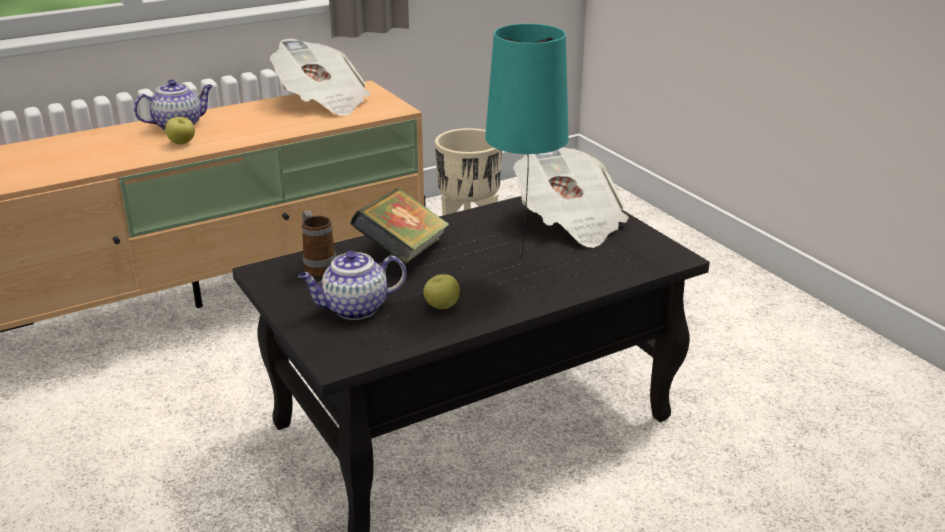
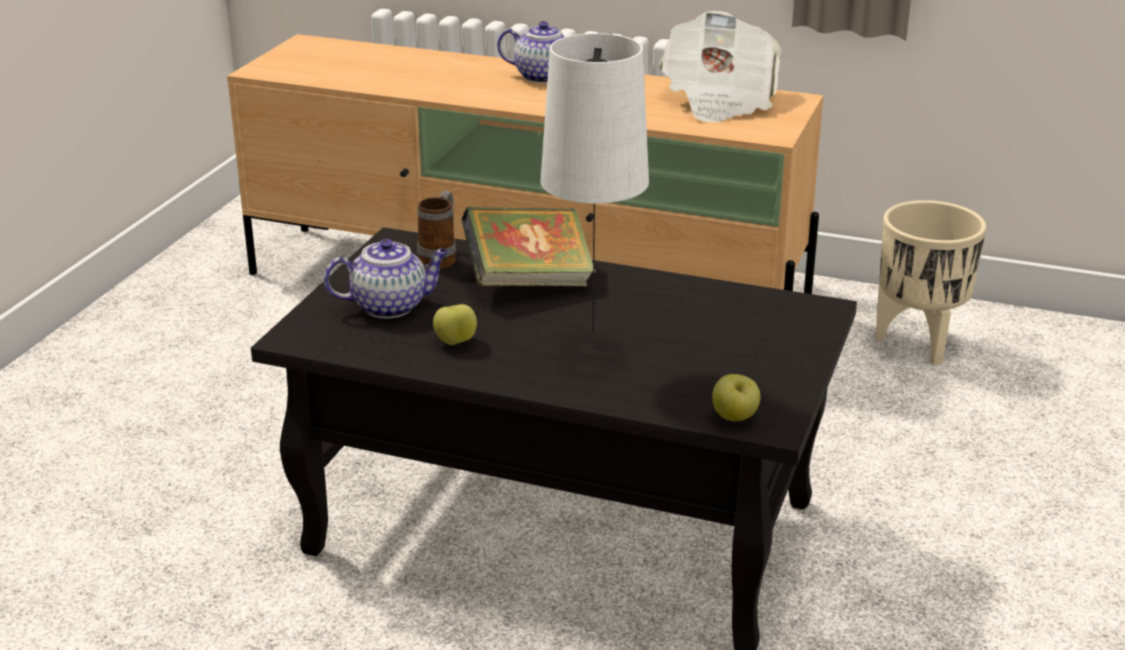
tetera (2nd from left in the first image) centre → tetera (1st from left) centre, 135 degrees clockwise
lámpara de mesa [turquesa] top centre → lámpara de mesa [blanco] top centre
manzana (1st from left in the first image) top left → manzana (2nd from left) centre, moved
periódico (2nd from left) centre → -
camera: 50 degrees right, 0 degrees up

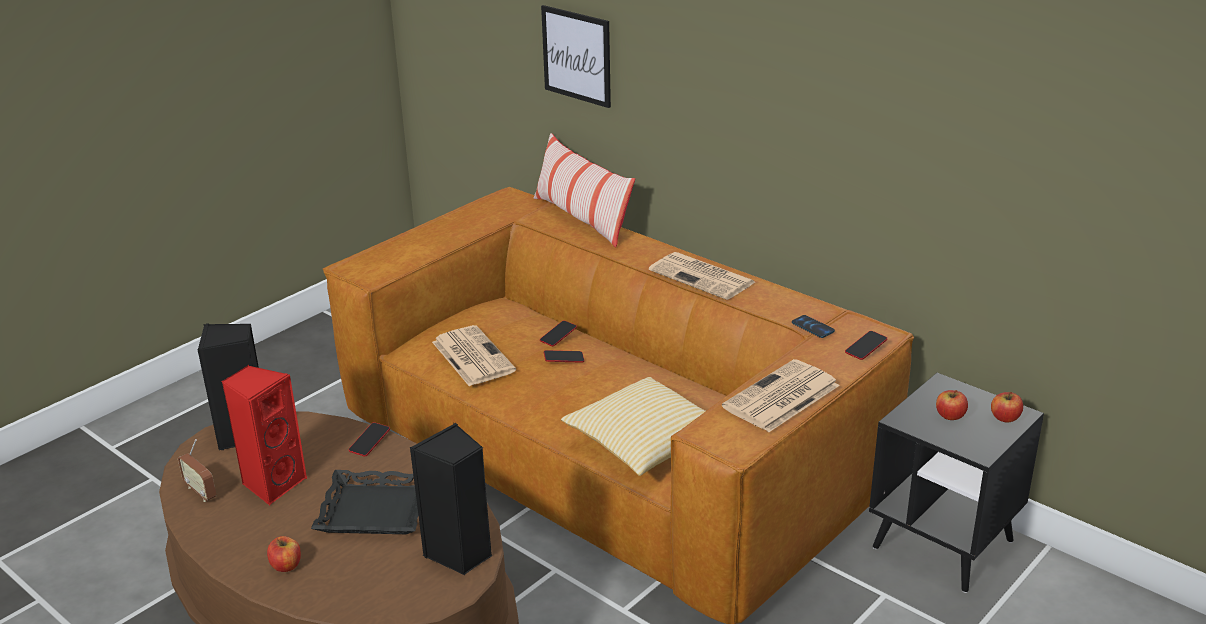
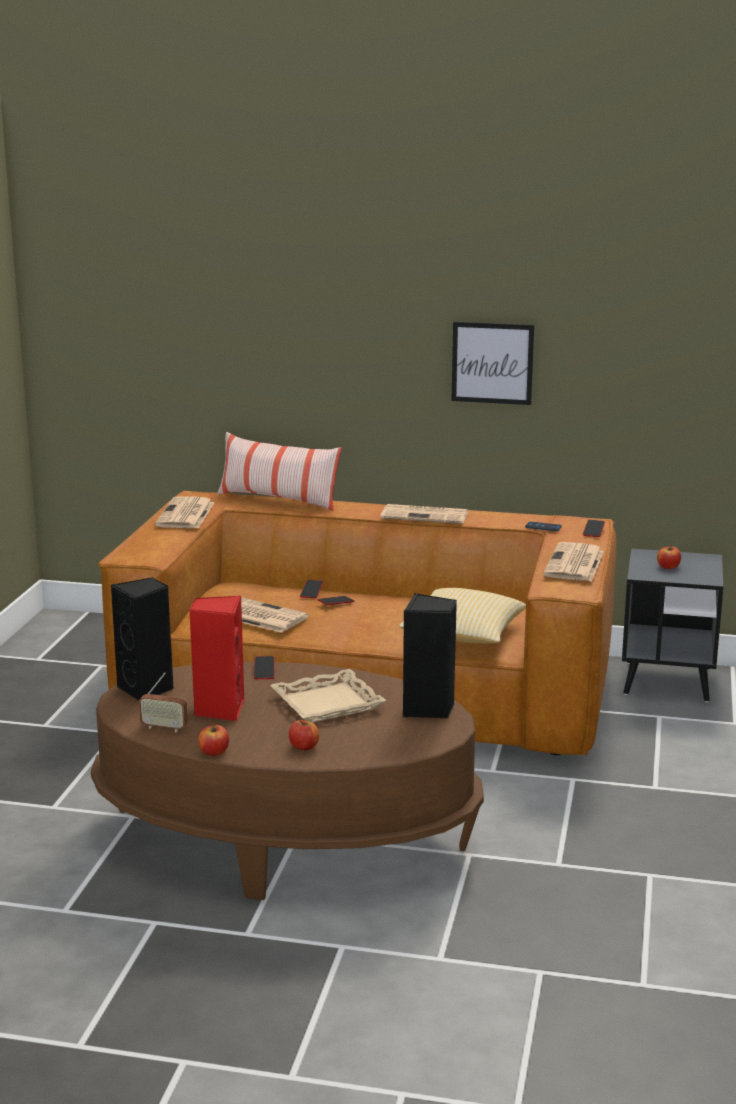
- → periódico (1st from left) middle left
manzana (3rd from left in the first image) middle right → manzana (1st from left) bottom left, moved
bandeja [negro] bottom left → bandeja [beis] centre
cuadro top centre → cuadro top right, moved
camera: 30 degrees left, 10 degrees down

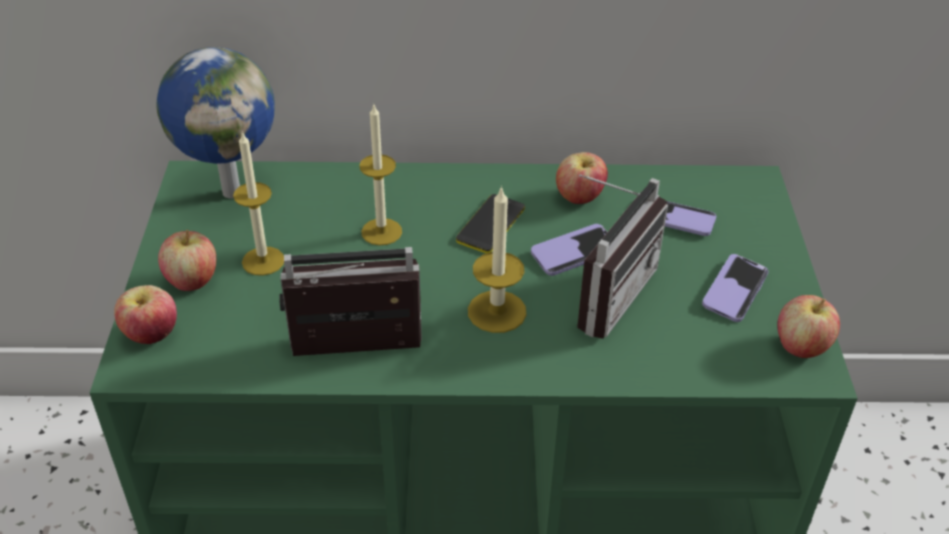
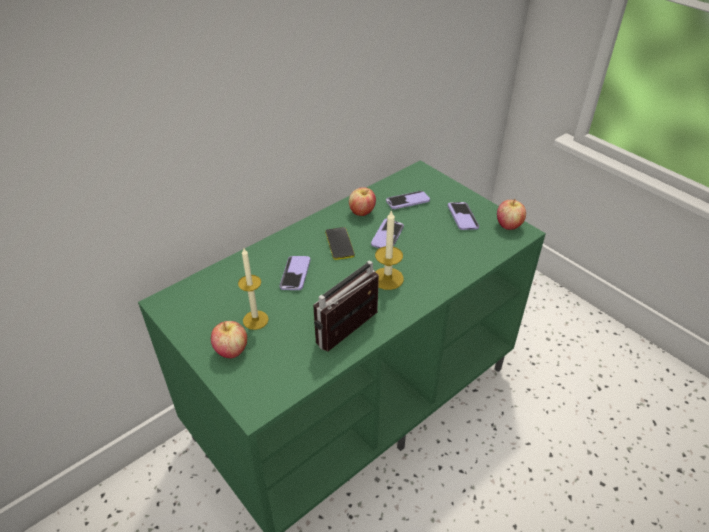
vela (2nd from left) top centre → móvil (1st from left) centre
manzana (1st from left) middle left → -
globo terráqueo top left → -
radio (2nd from left) centre → -
camera: 40 degrees left, 0 degrees up

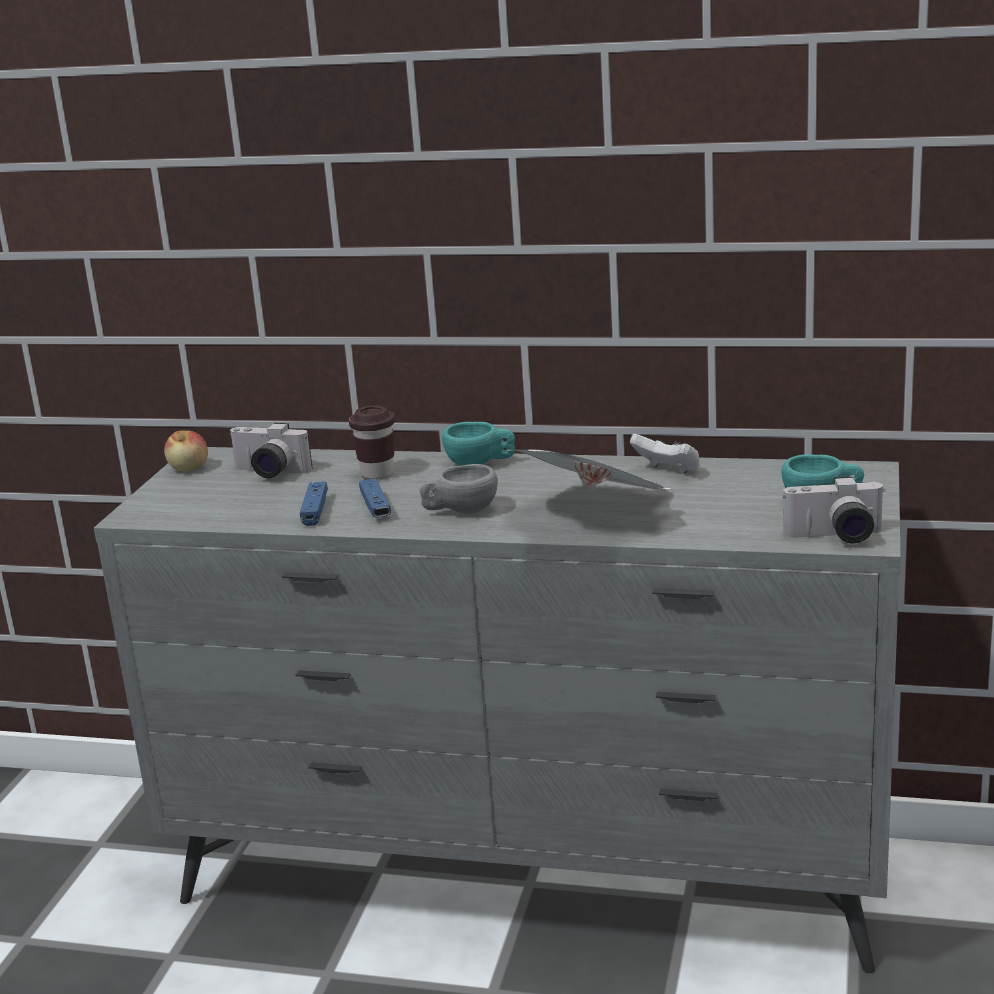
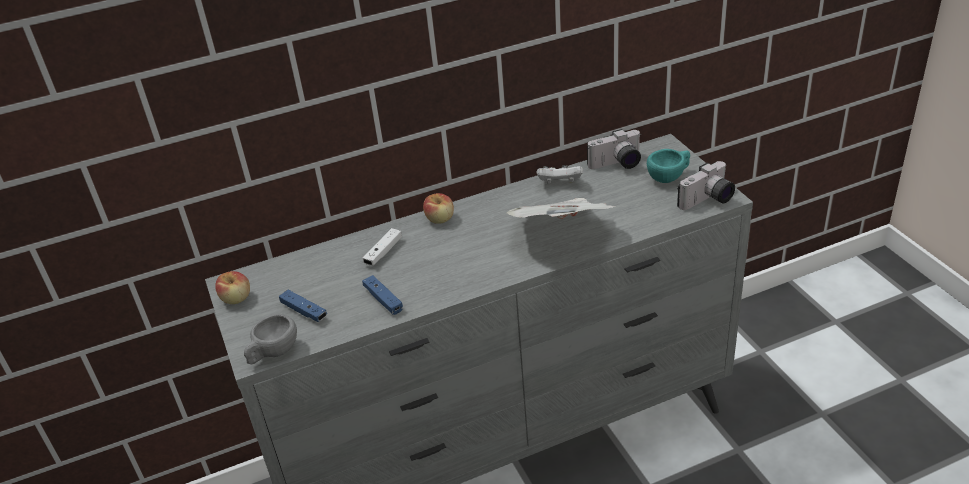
taza [gris] centre → taza [gris] bottom left, moved
mando de consola [azul] (2nd from left in the first image) centre → mando de consola [azul] (1st from left) middle left, moved
taza [marrón] centre → mando de consola [blanco] (1st from left) centre
taza [turquesa] (1st from left) centre → manzana (2nd from left) centre
cámara (1st from left) middle left → cámara (1st from left) top centre, moved
camera: 35 degrees left, 15 degrees up

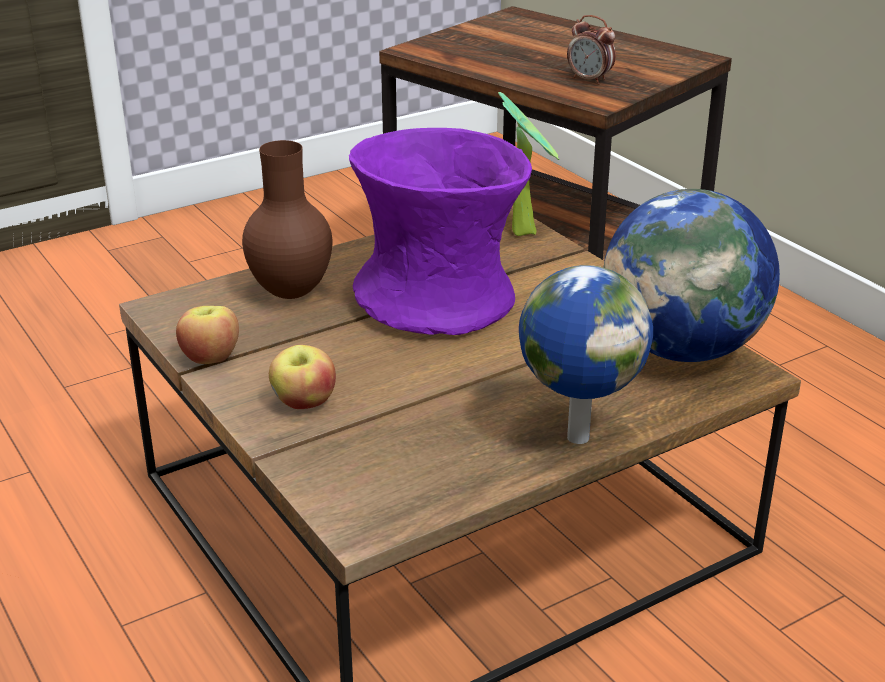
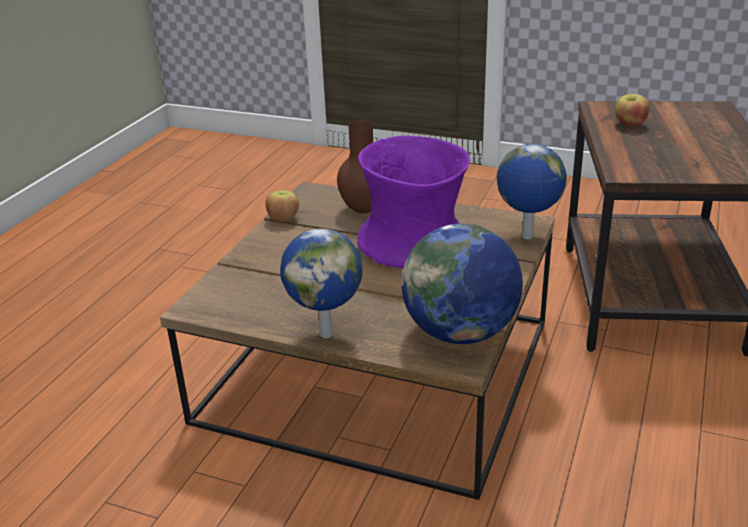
planta en maceta top centre → globo terráqueo (3rd from left) middle right
manzana (2nd from left) centre → manzana (2nd from left) top right, moved
despertador top right → -
camera: 55 degrees right, 0 degrees up

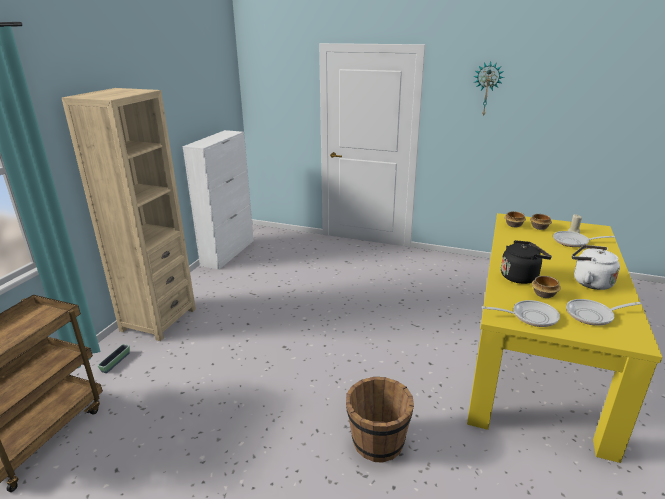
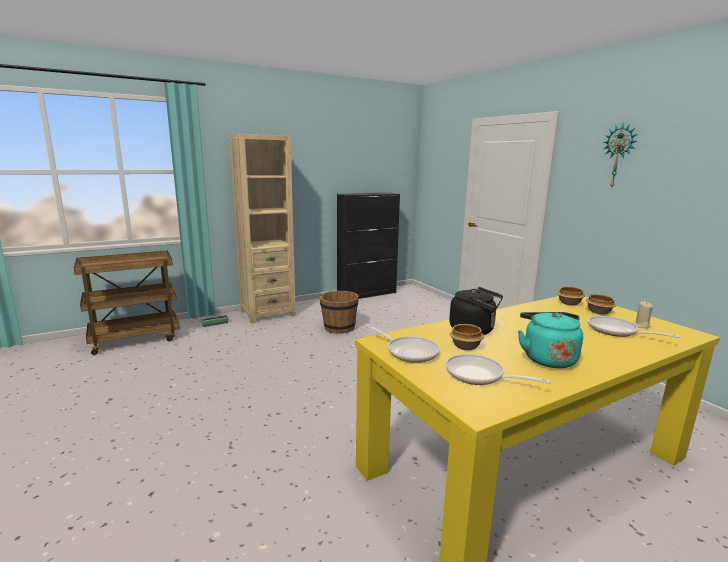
cubo [marrón] bottom centre → cubo [marrón] centre, moved
armario [blanco] middle left → armario [negro] centre
hervidor [blanco] middle right → hervidor [turquesa] middle right
camera: 40 degrees right, 10 degrees down

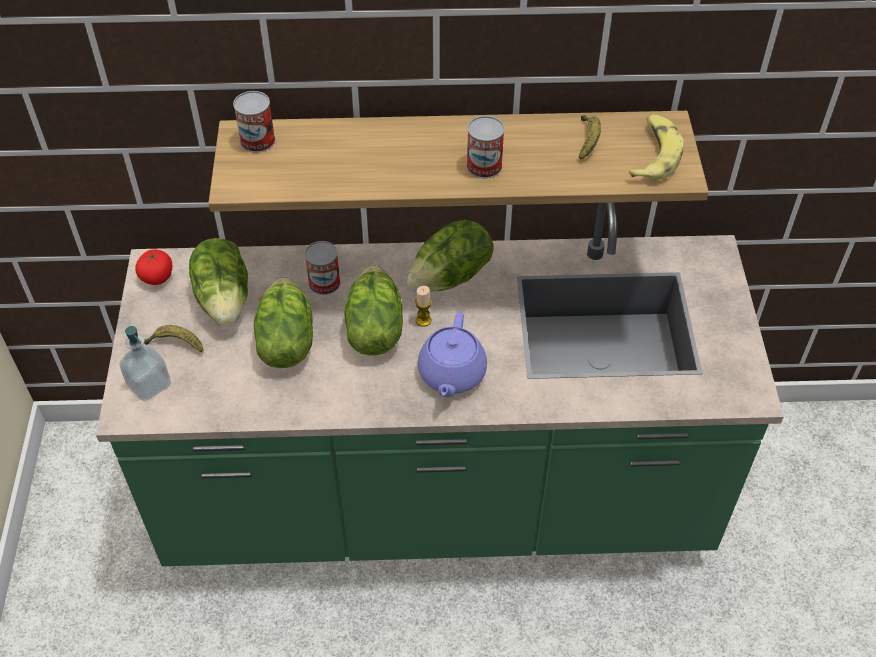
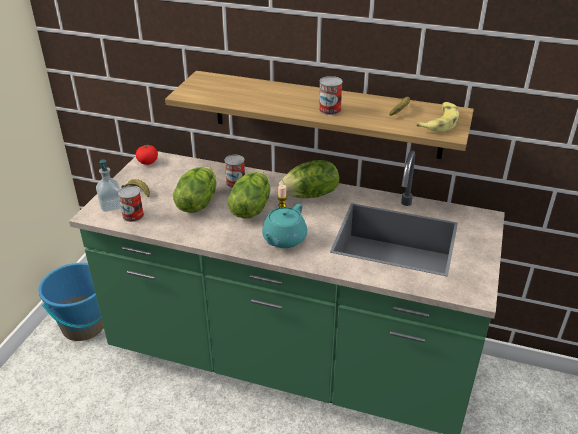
- → cubo [azul] bottom left
lata (1st from left) top left → lata (1st from left) middle left, moved
tetera [morado] centre → tetera [turquesa] centre
lechuga (1st from left) middle left → -
camera: 20 degrees right, 15 degrees down

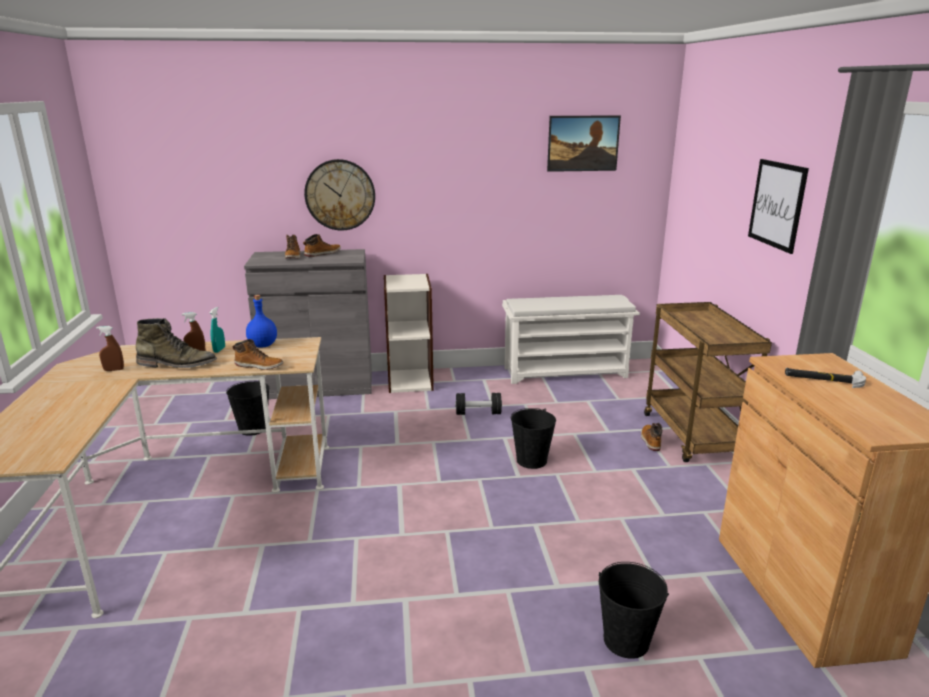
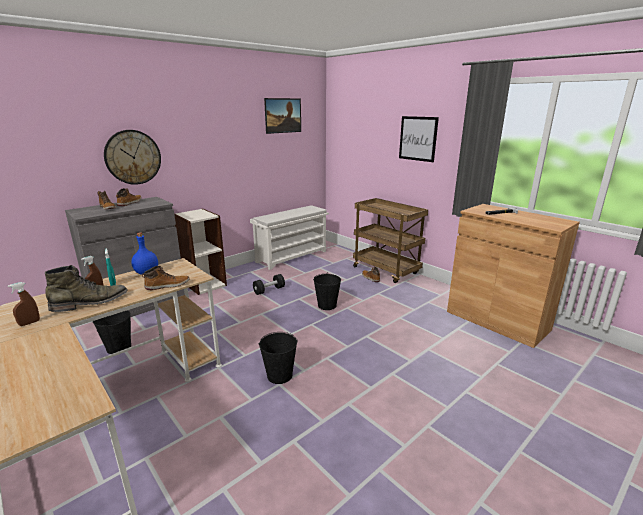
cubo [negro] (3rd from left in the first image) bottom right → cubo [negro] (2nd from left) bottom centre, moved
camera: 35 degrees left, 0 degrees up

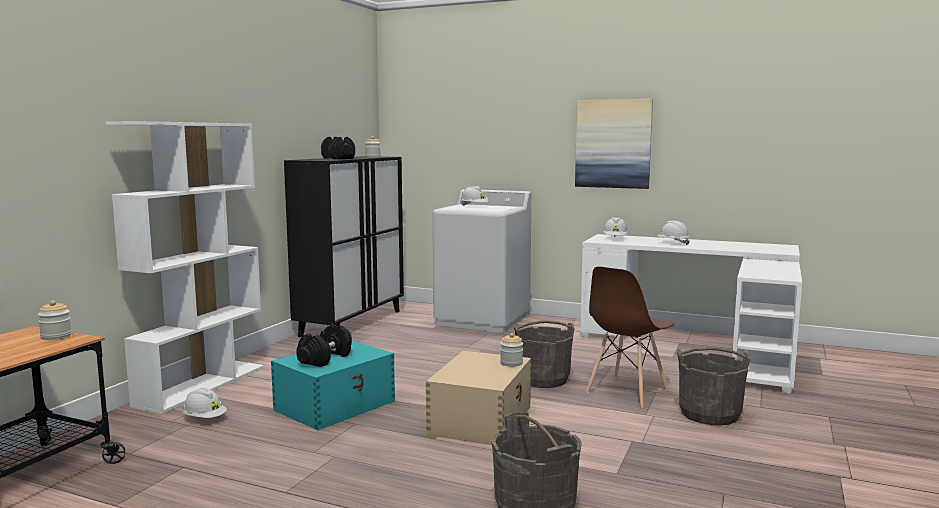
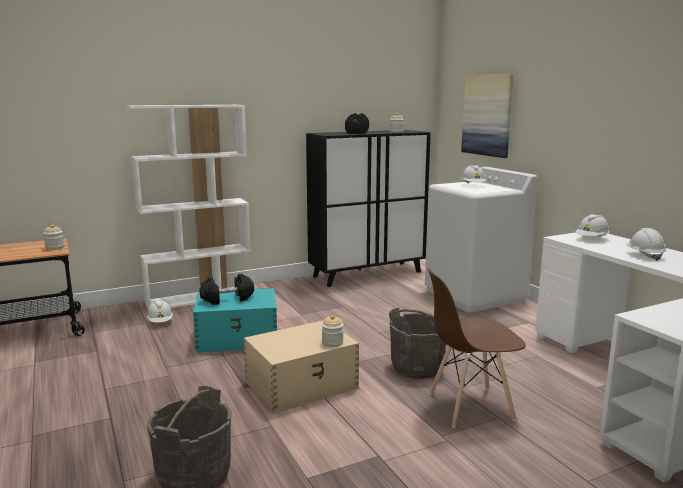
cuadro top centre → cuadro top right, moved
cubo [gris] (3rd from left) bottom right → -
camera: 40 degrees right, 5 degrees up

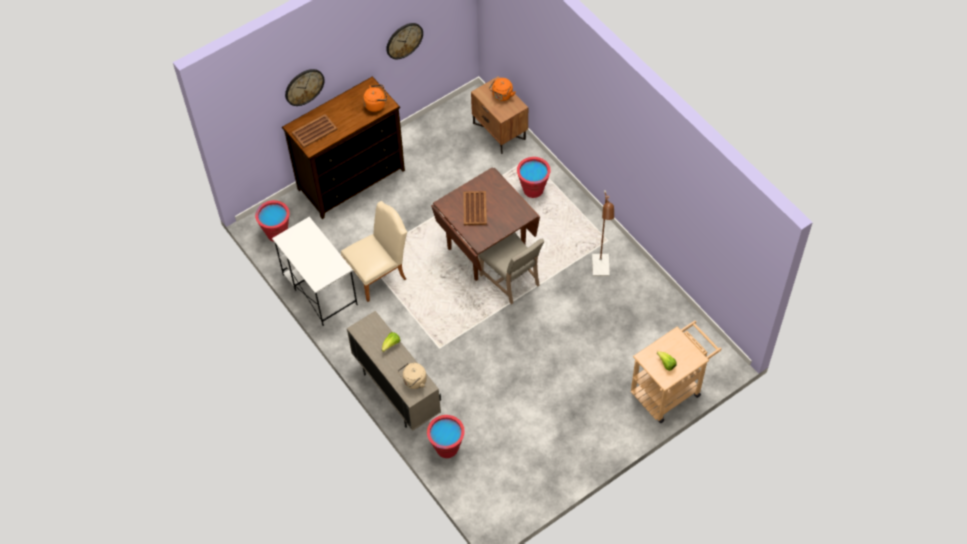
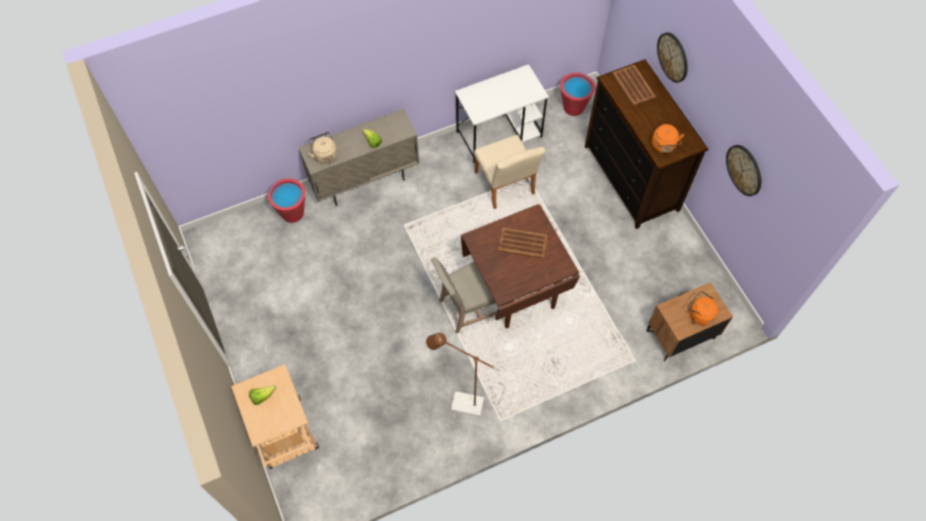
cubo [rojo] (3rd from left) top centre → -
camera: 100 degrees right, 5 degrees up

